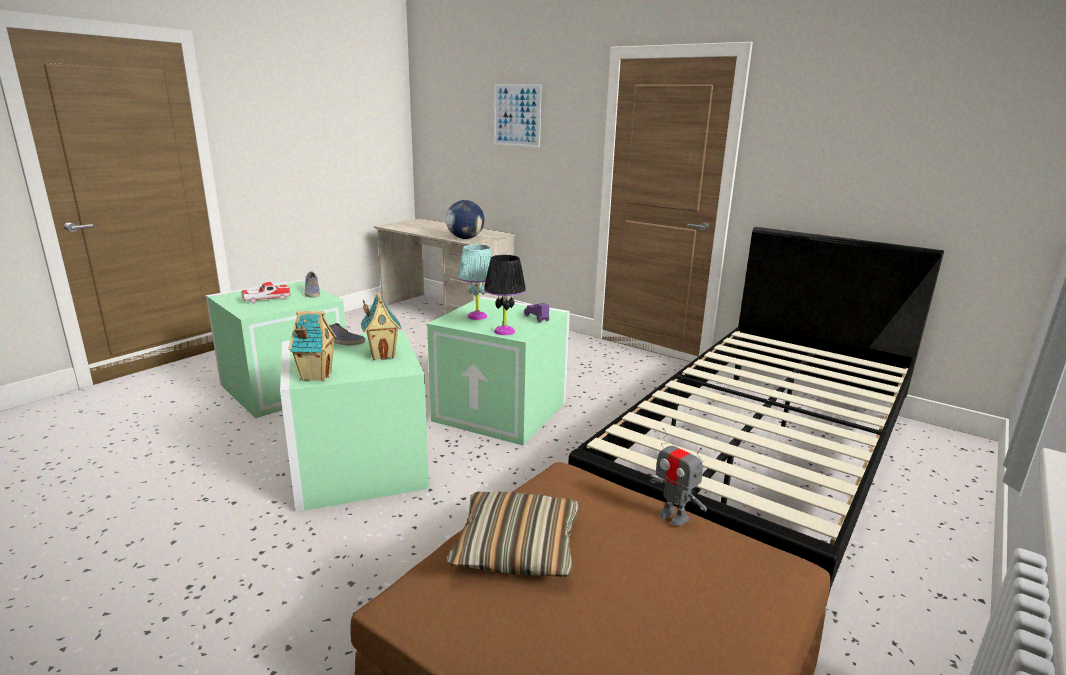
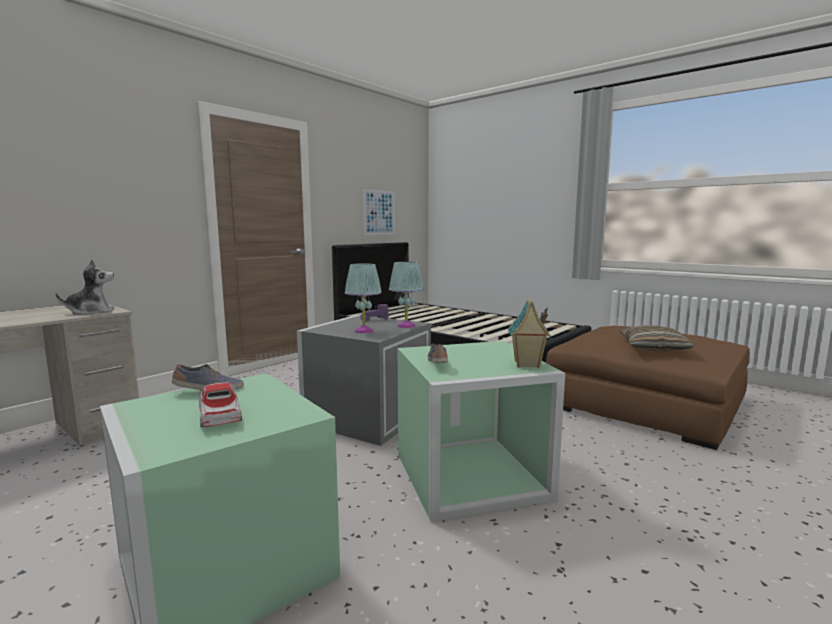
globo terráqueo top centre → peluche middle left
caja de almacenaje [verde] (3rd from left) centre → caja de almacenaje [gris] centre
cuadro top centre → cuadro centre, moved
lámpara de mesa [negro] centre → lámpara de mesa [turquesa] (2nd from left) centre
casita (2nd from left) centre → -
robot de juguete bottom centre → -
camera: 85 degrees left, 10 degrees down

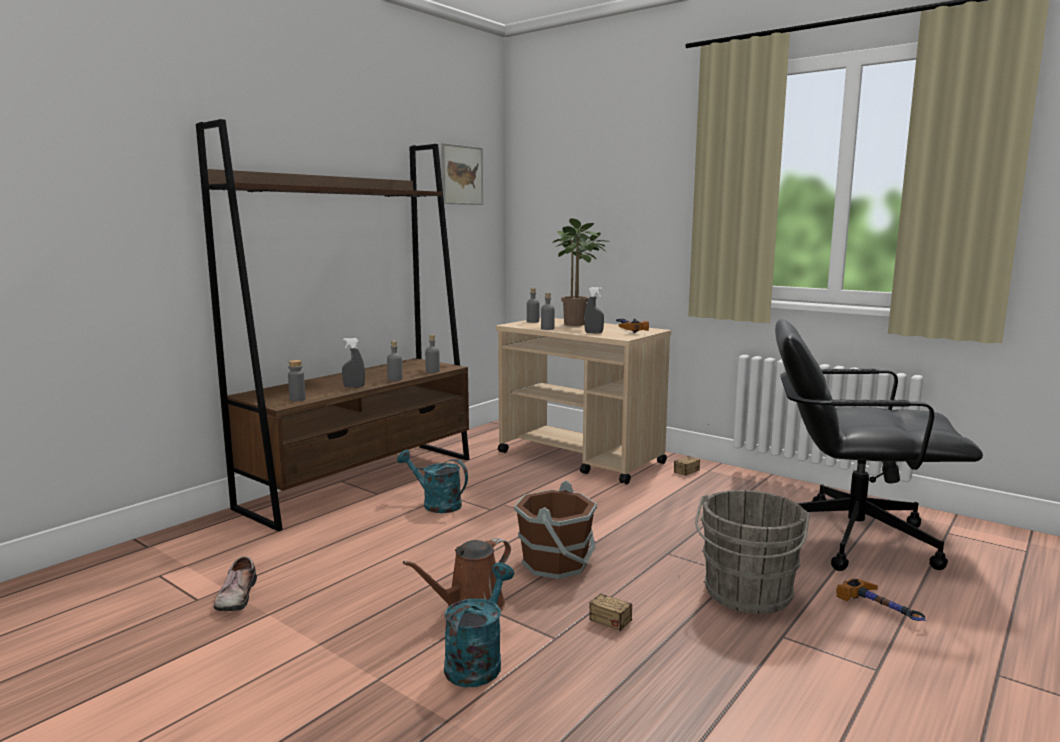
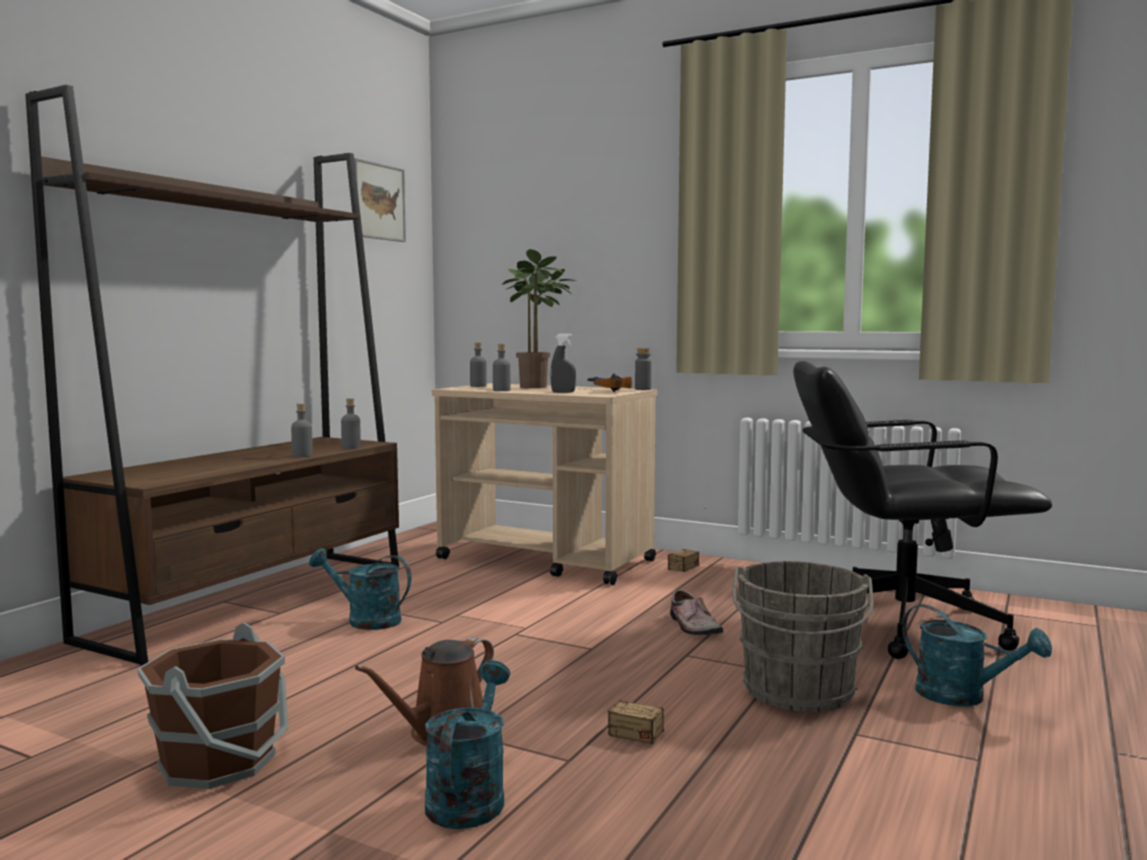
cubo [marrón] bottom centre → cubo [marrón] bottom left, moved
botella [gris] (1st from left in the first image) middle left → botella [gris] (5th from left) centre, moved
zapato bottom left → zapato bottom centre, moved
martillo (2nd from left) bottom right → regadera [turquesa] (3rd from left) bottom right
pulverizador [gris] (1st from left) middle left → -
camera: 10 degrees left, 5 degrees down

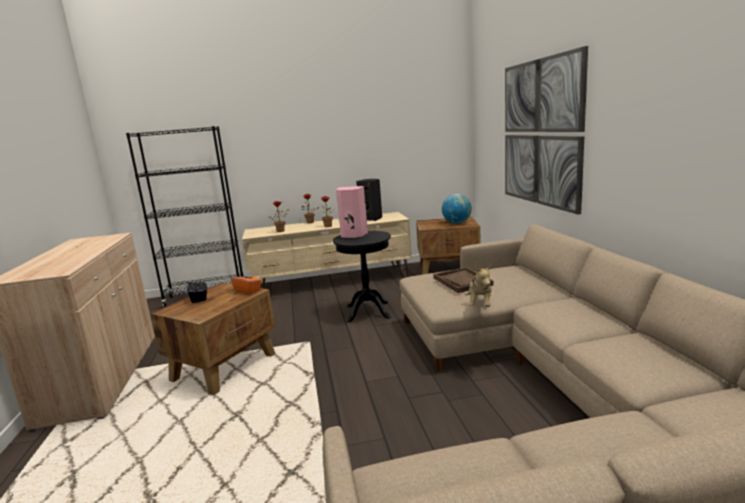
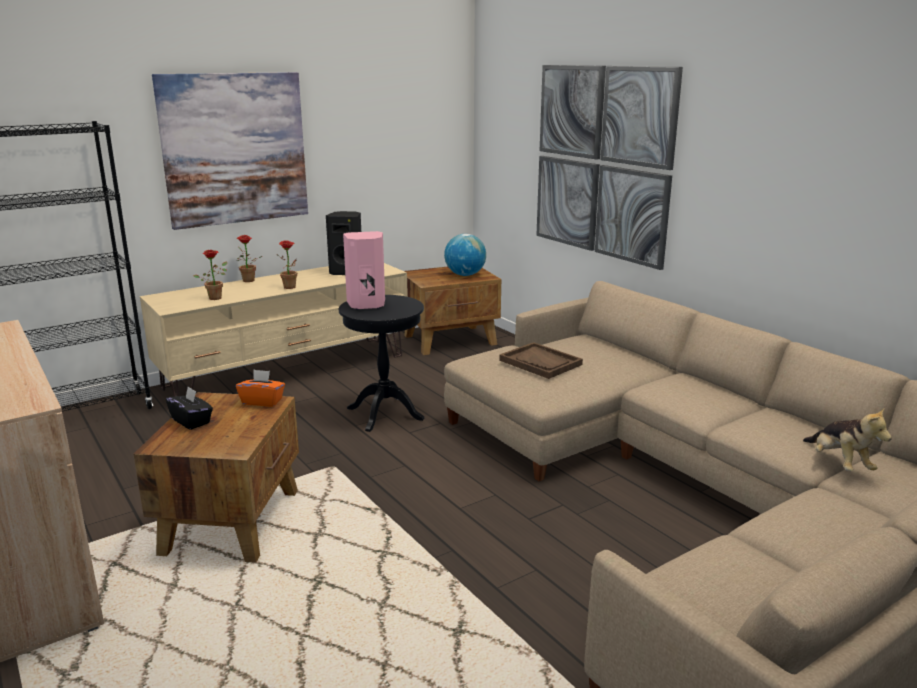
- → cuadro (1st from left) top left
peluche centre → peluche middle right, moved
camera: 25 degrees left, 5 degrees up

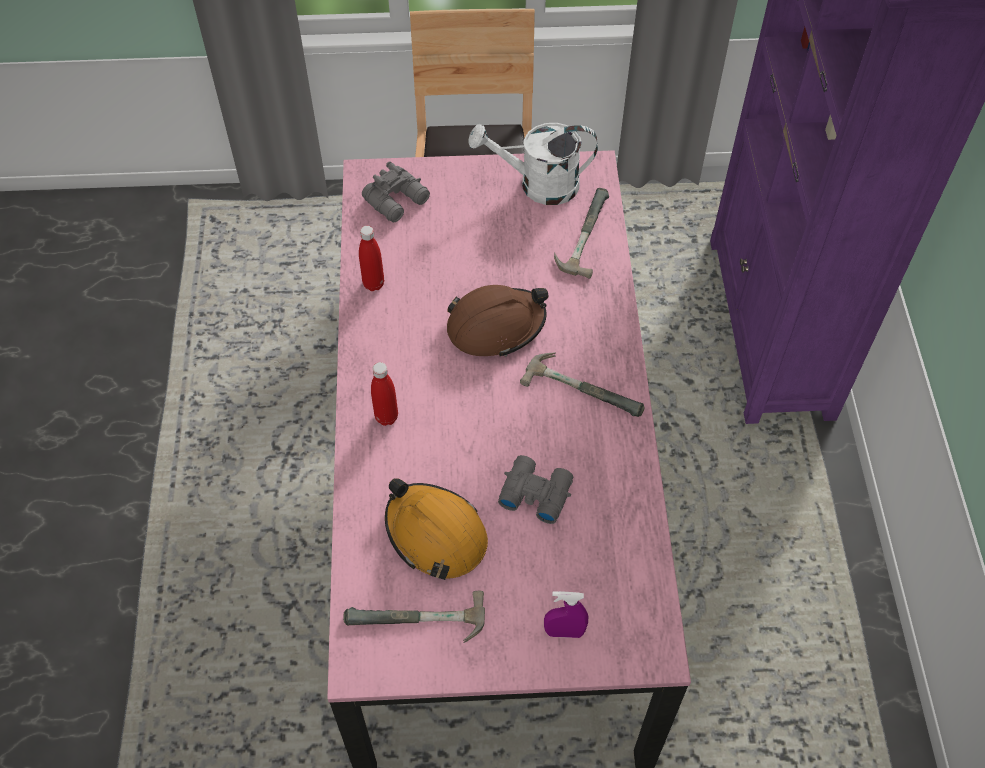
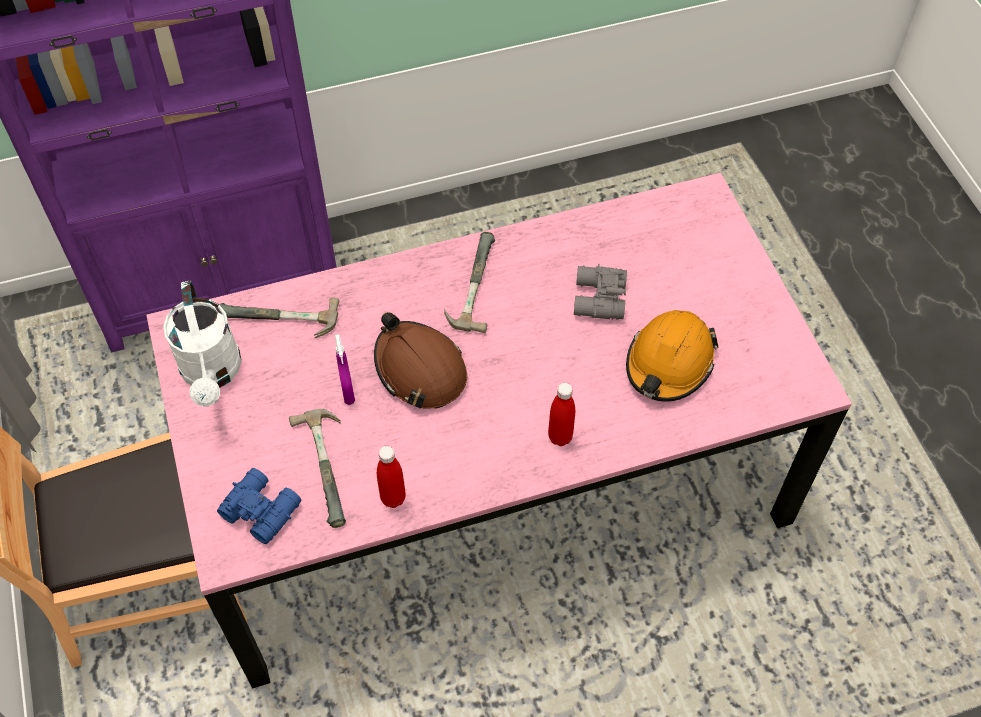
prismáticos [gris] (1st from left) top centre → prismáticos [azul] bottom left
martillo (1st from left in the first image) bottom centre → martillo (2nd from left) middle left, moved
pulverizador [morado] bottom centre → pulverizador [morado] centre, moved
camera: 105 degrees left, 0 degrees up

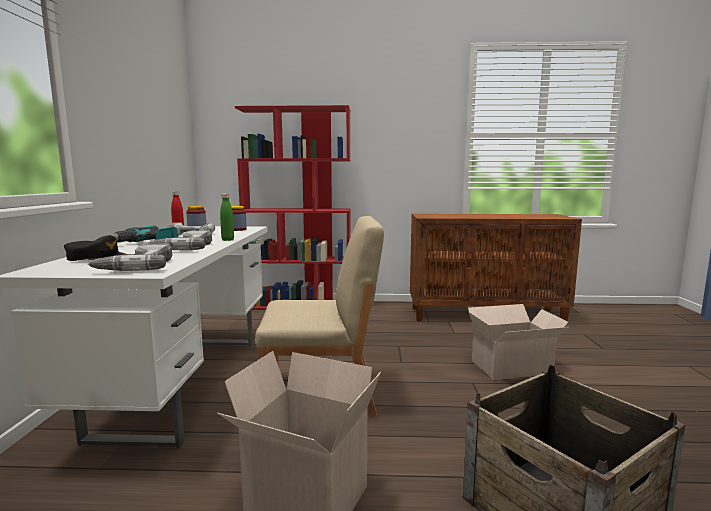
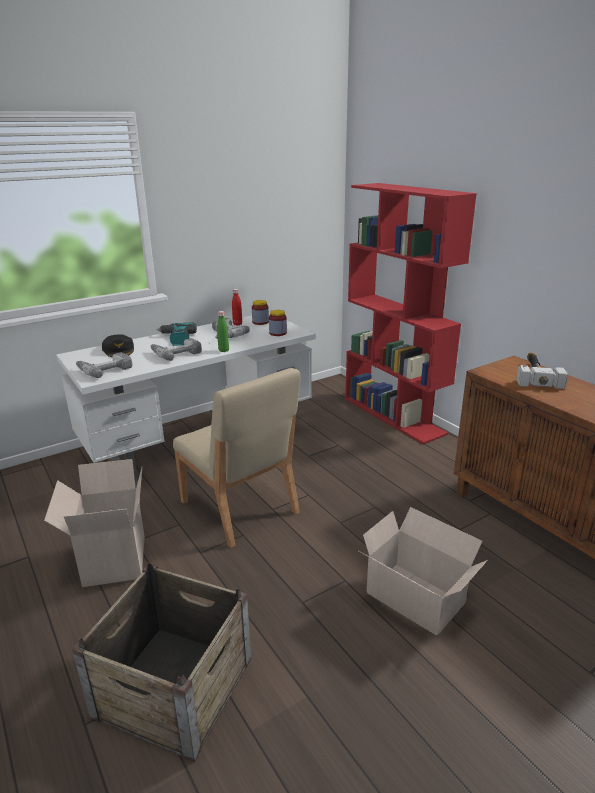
- → martillo middle right
camera: 55 degrees right, 15 degrees up

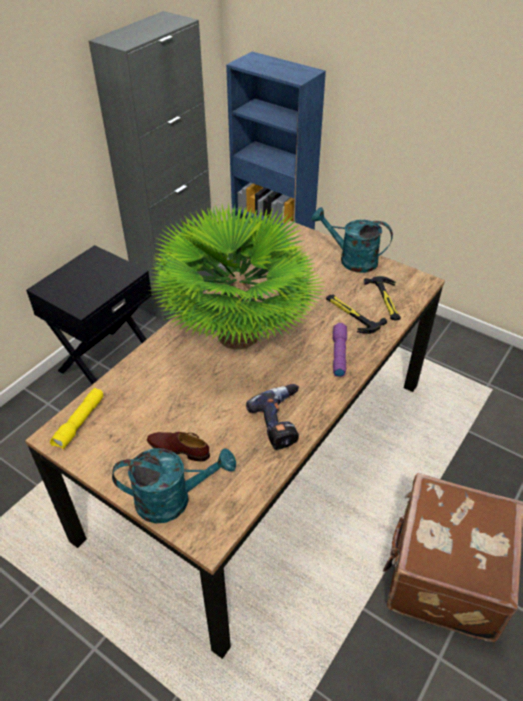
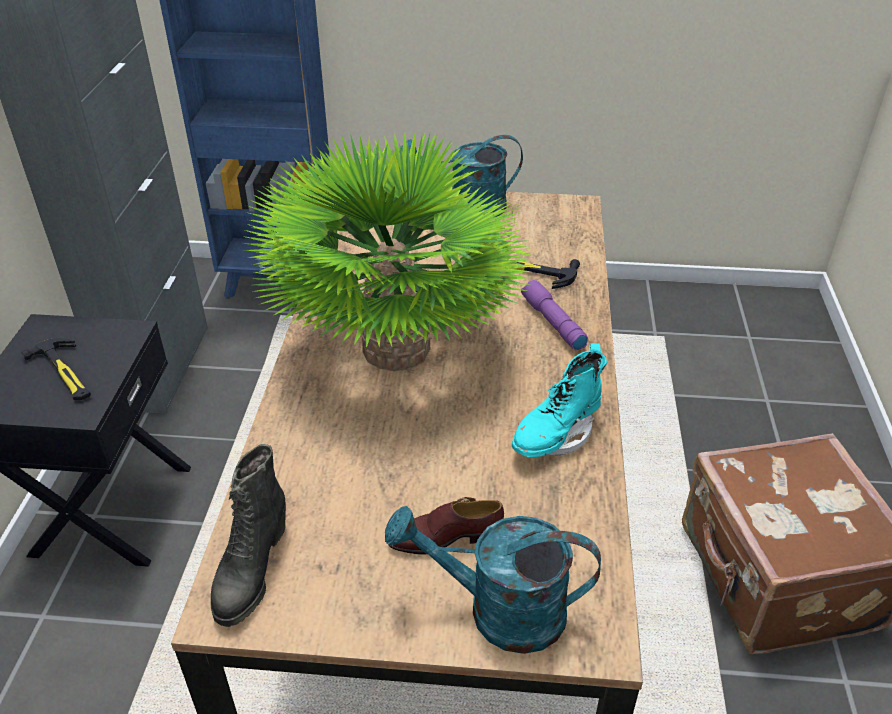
martillo (2nd from left in the first image) middle right → martillo (1st from left) middle left, moved
linterna [amarillo] middle left → bota [negro] bottom left
regadera [turquesa] (1st from left in the first image) bottom left → regadera [turquesa] (2nd from left) bottom centre, 135 degrees counterclockwise
taladro centre → bota [turquesa] centre
camera: 30 degrees left, 5 degrees down

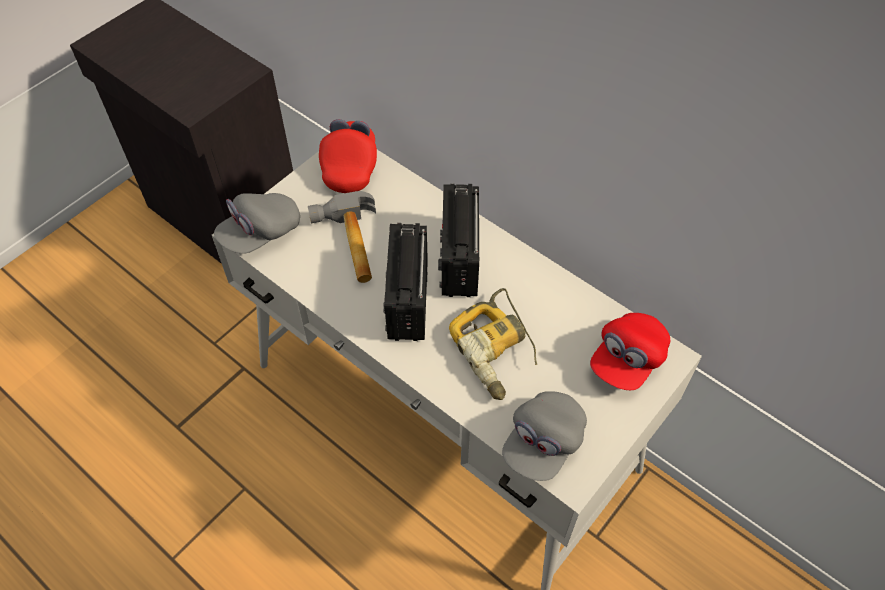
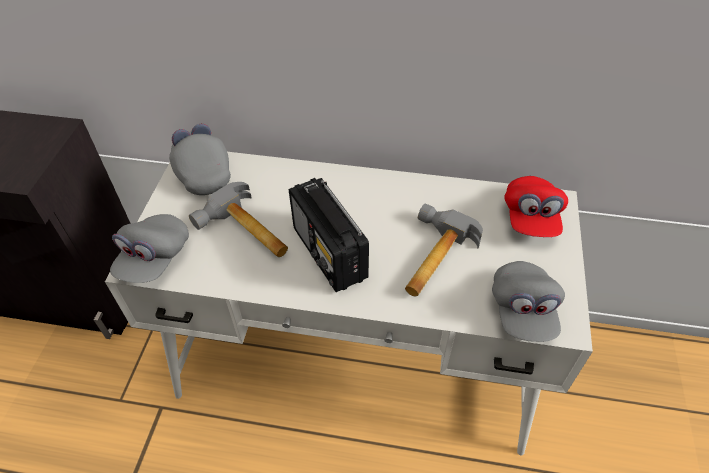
gorra [rojo] (1st from left) top centre → gorra [gris] (2nd from left) middle left
taladro centre → martillo (2nd from left) centre
radio (2nd from left) centre → -
camera: 30 degrees left, 5 degrees down

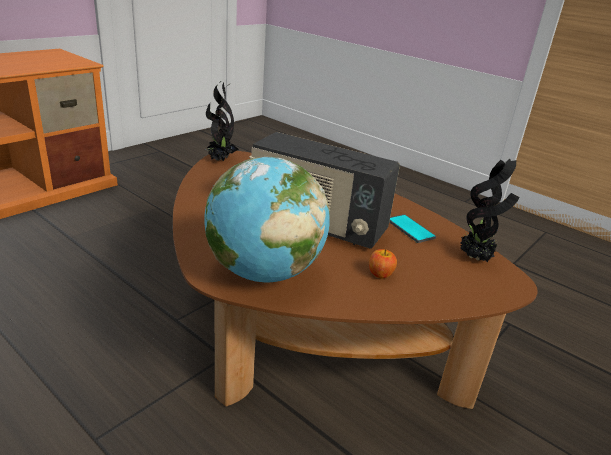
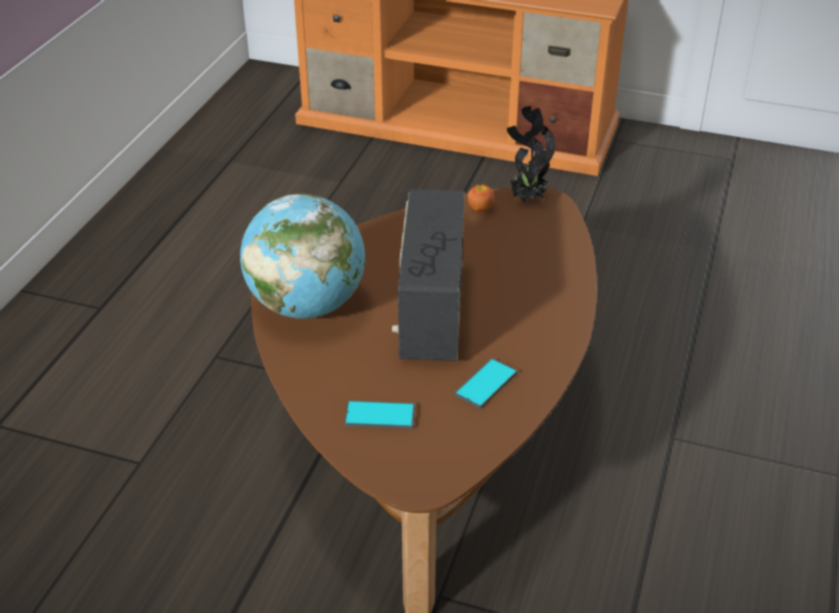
- → móvil (1st from left) bottom centre
manzana centre → manzana top centre, moved
planta en maceta (2nd from left) middle right → -
camera: 70 degrees right, 10 degrees up

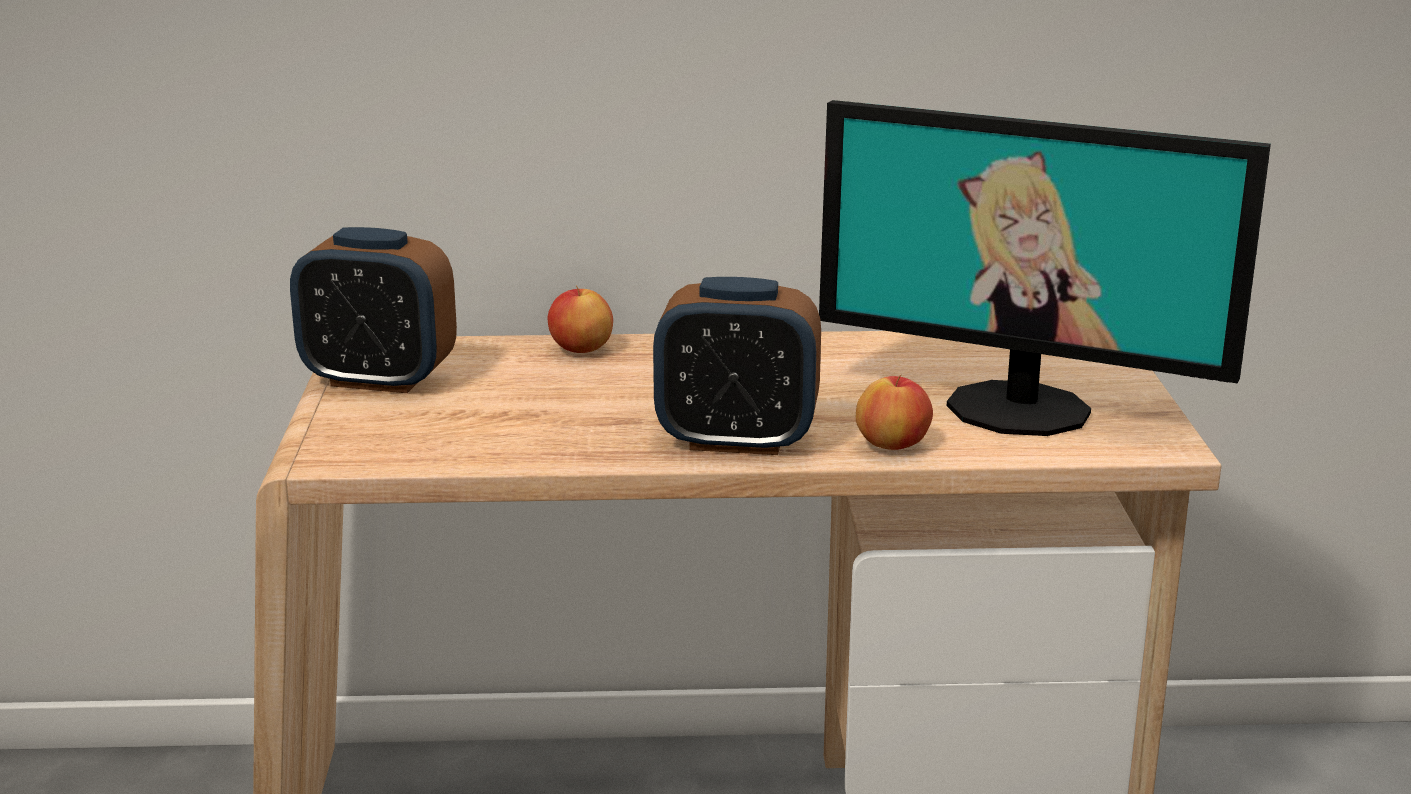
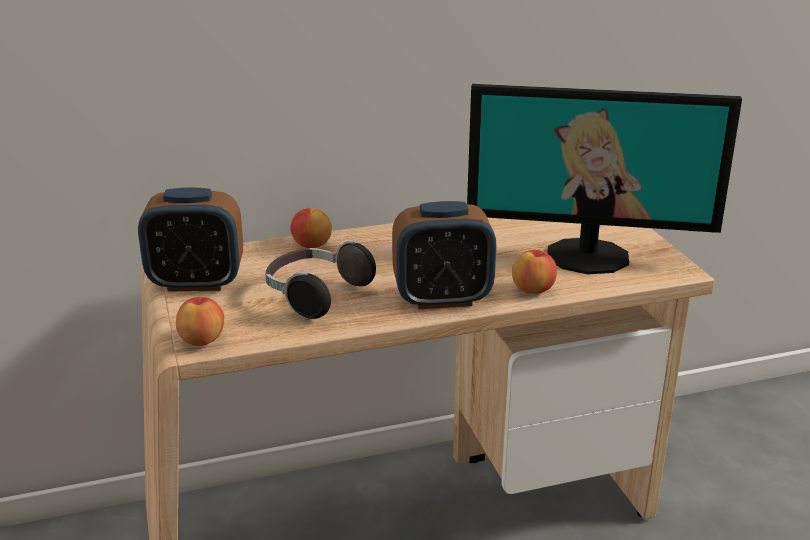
- → manzana (1st from left) middle left
- → auriculares centre
camera: 15 degrees left, 5 degrees up

